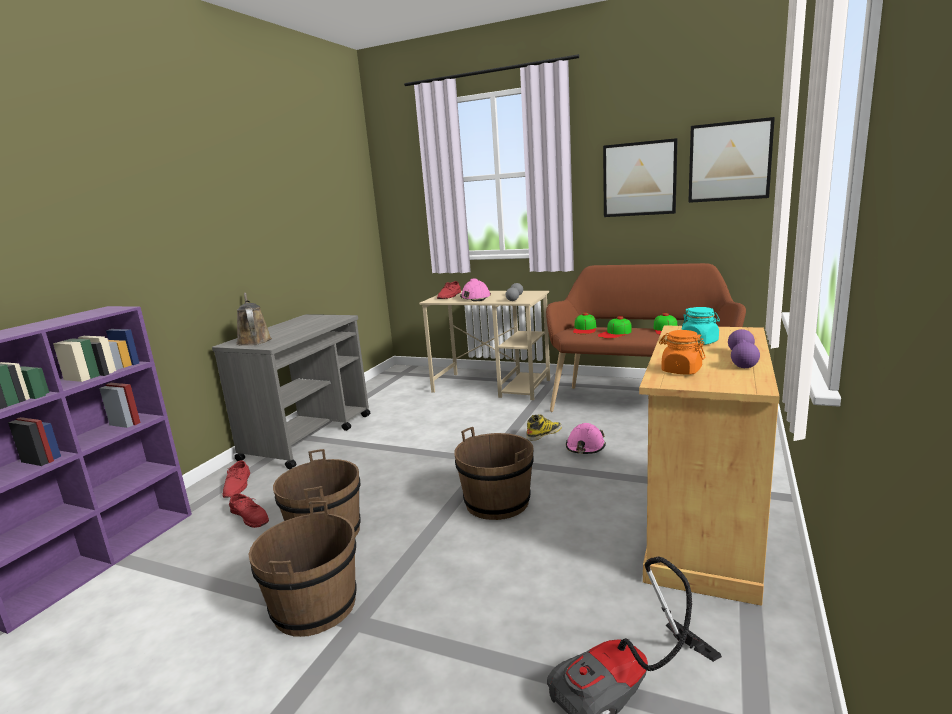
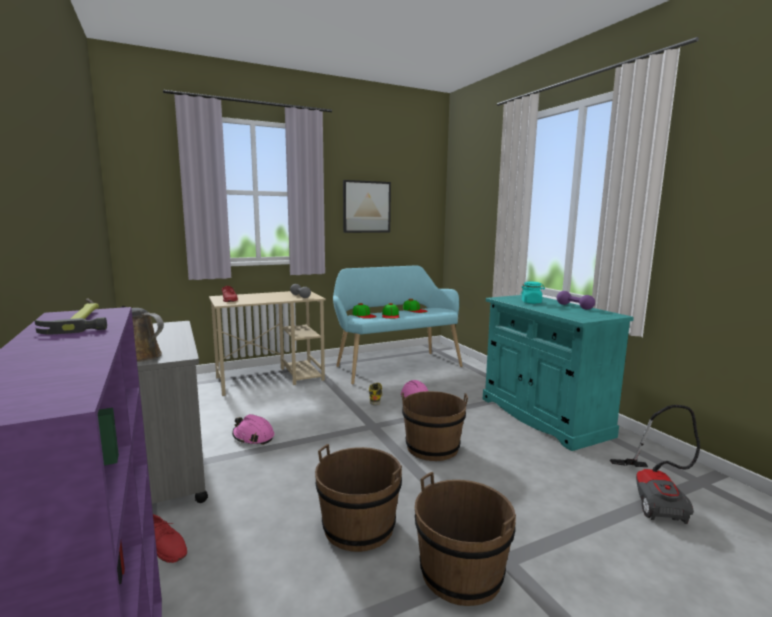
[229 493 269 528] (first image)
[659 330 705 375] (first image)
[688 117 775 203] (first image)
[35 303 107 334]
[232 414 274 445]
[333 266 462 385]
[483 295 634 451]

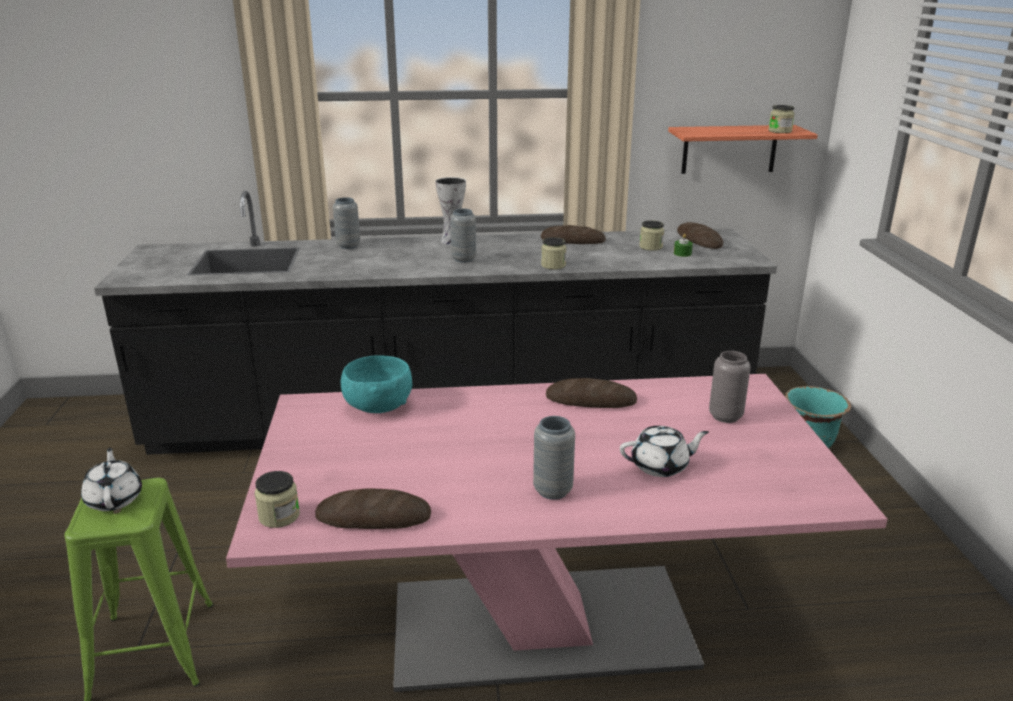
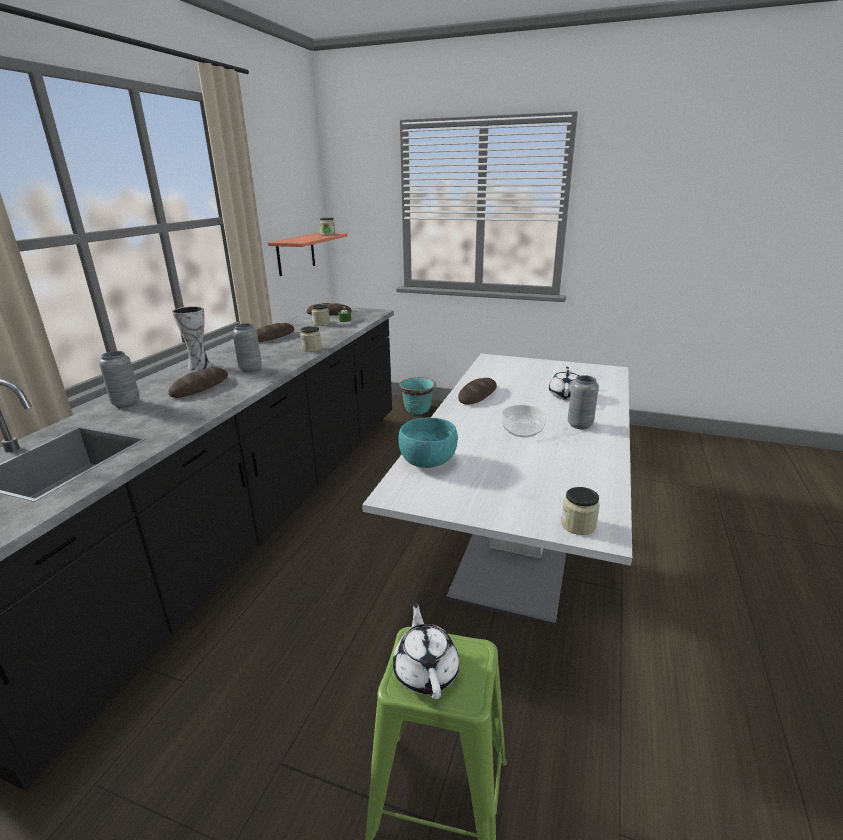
[709 351 751 423] (first image)
[502 405 546 437]
[169 367 228 398]
[362 354 632 626]
[393 601 459 699]

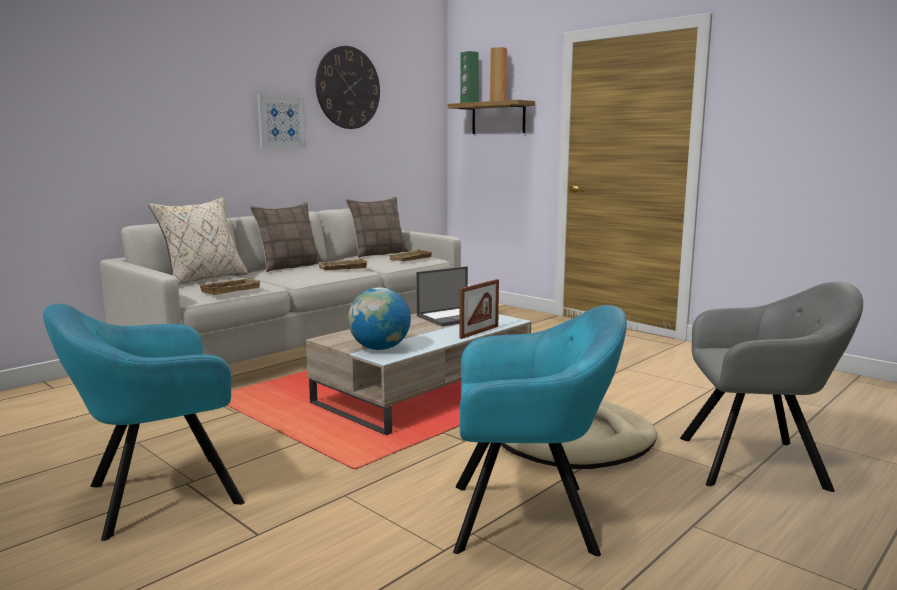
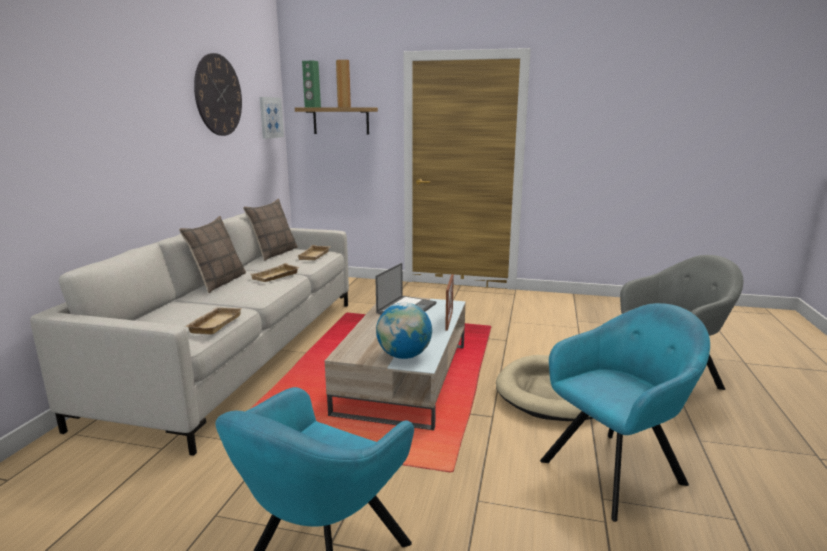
[148 197 248 286] (first image)
[259 97 284 139]

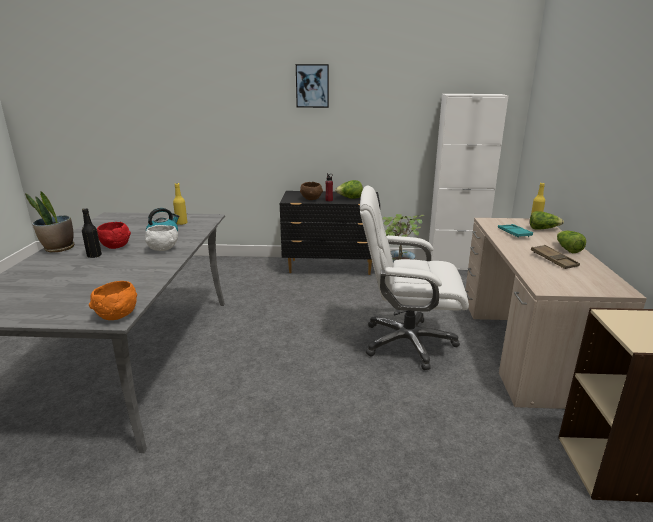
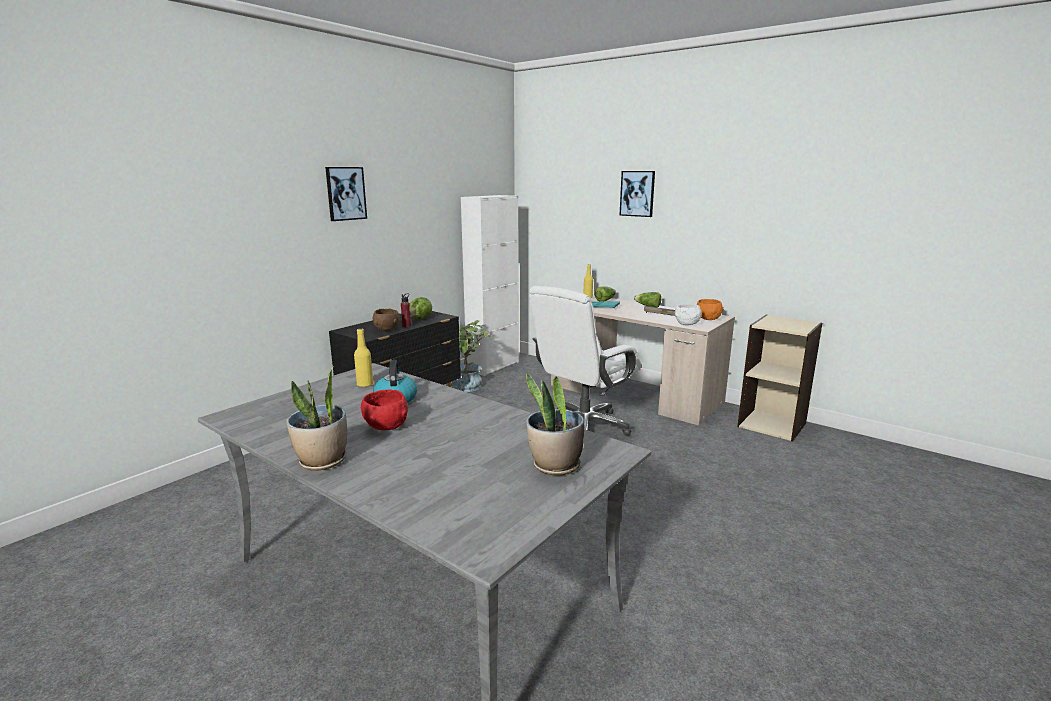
[82 208 102 258] (first image)
[526 373 584 476]
[619 171 655 217]
[697 299 724 320]
[675 304 702 325]

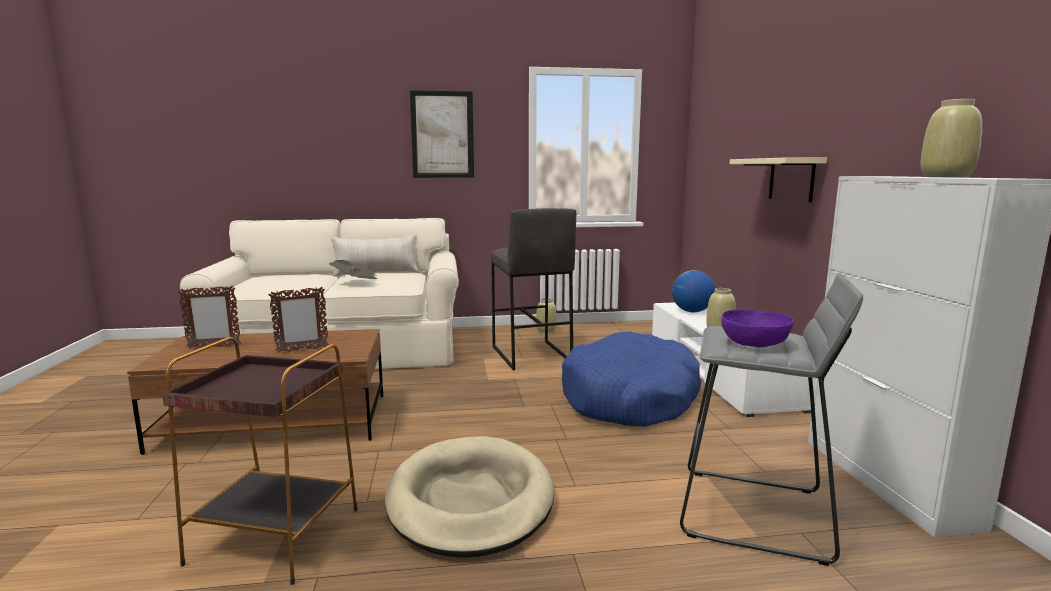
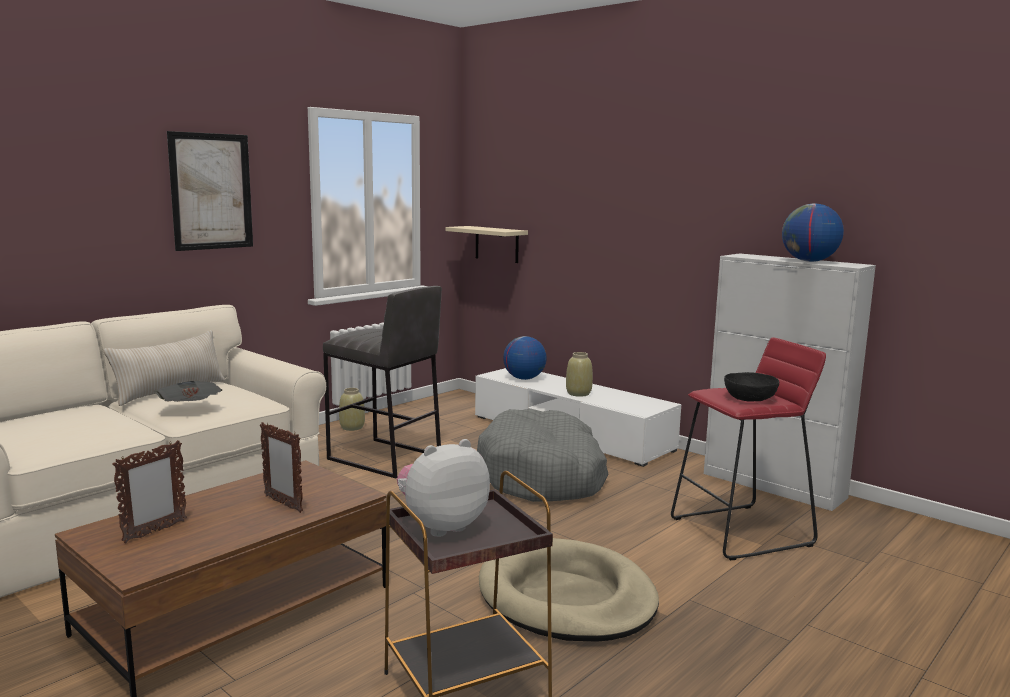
[397 439 490 537]
[445 226 528 263]
[782 203 844 262]
[477 409 608 502]
[671 337 826 560]
[724 372 779 402]
[260 422 303 513]

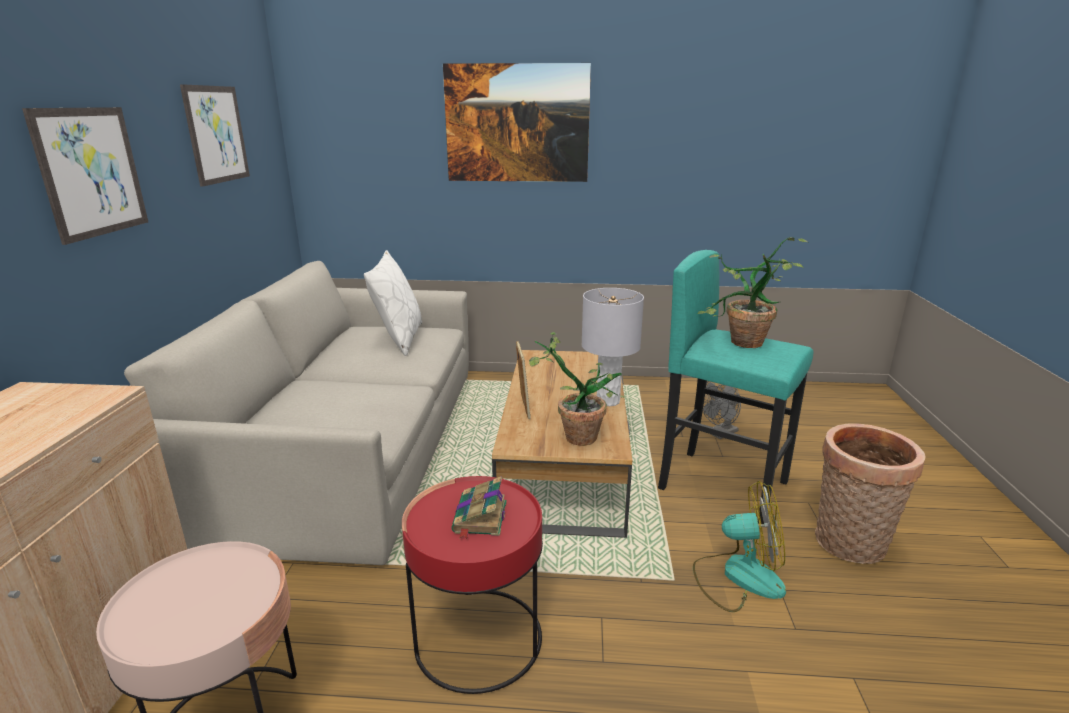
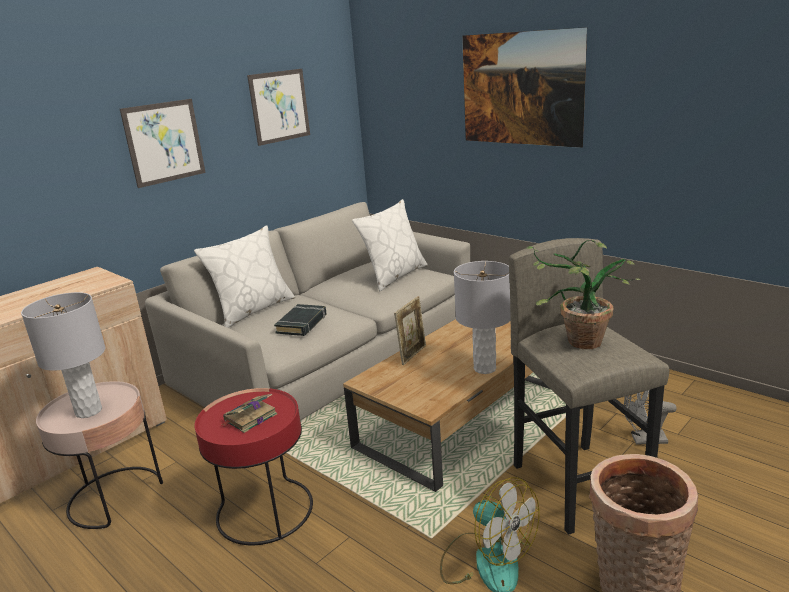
[529 332 626 446] (first image)
[21 292 105 418]
[194 225 295 328]
[274 304 326 336]
[509 238 669 535]

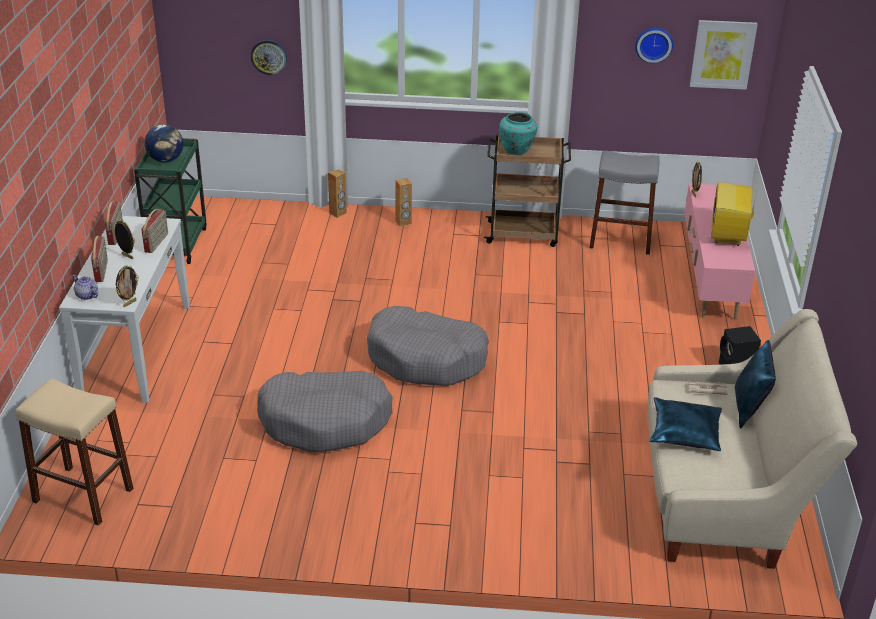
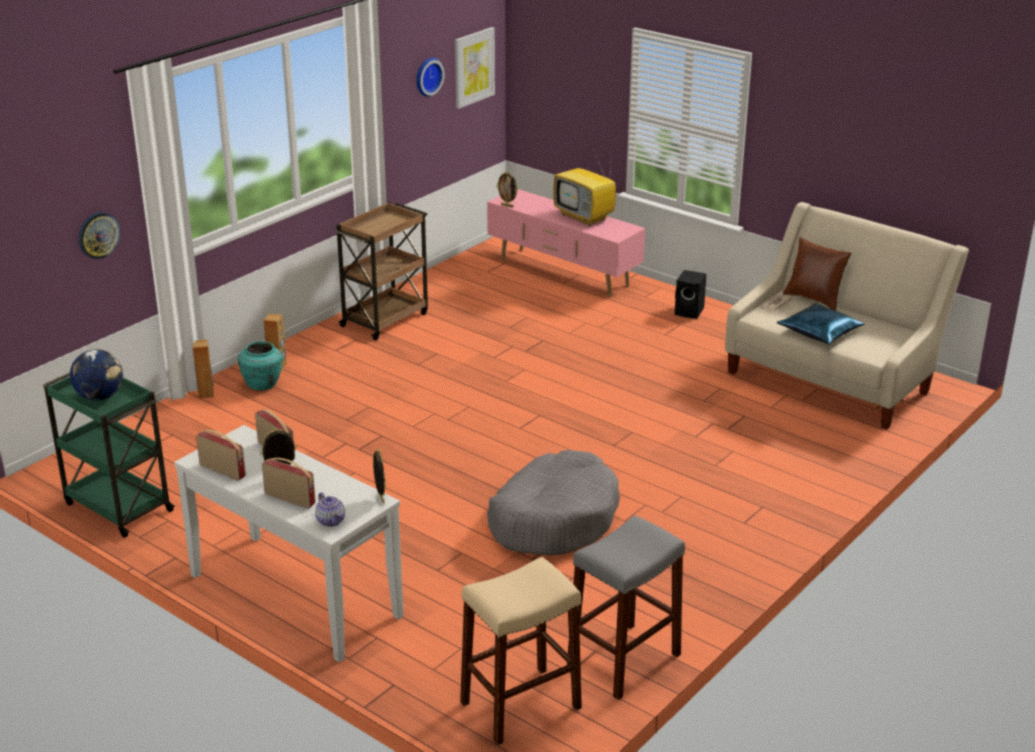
[367 306 489 386] (first image)
[238 341 282 391]
[567 515 685 700]
[783 237 851 311]
[315 493 345 527]

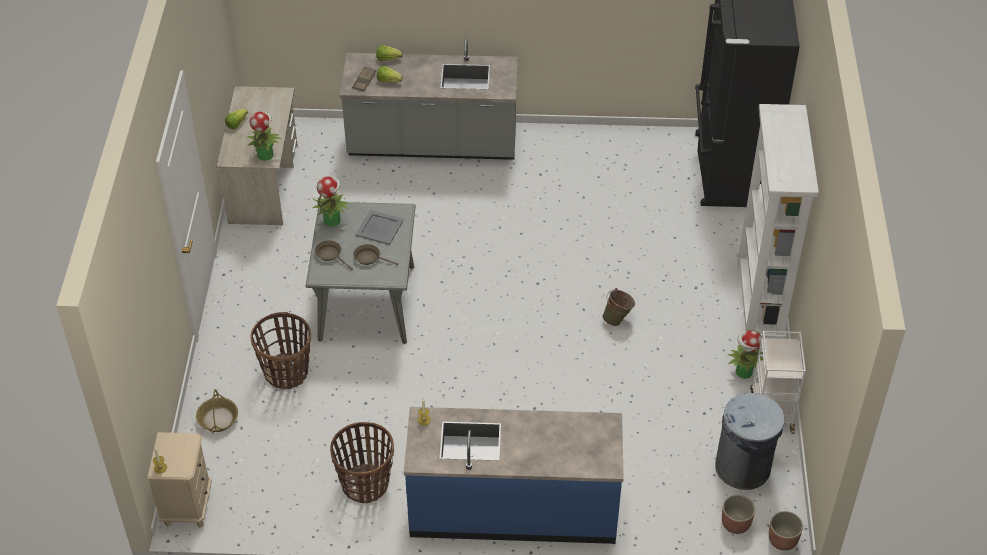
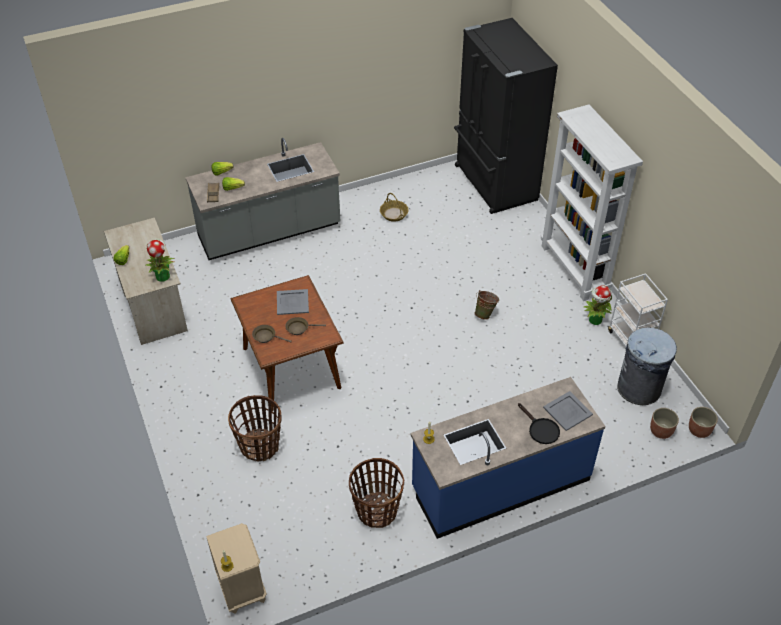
[313 176 350 227] (first image)
[518 403 560 444]
[543 391 593 431]
[380 193 409 222]
[231 275 343 412]

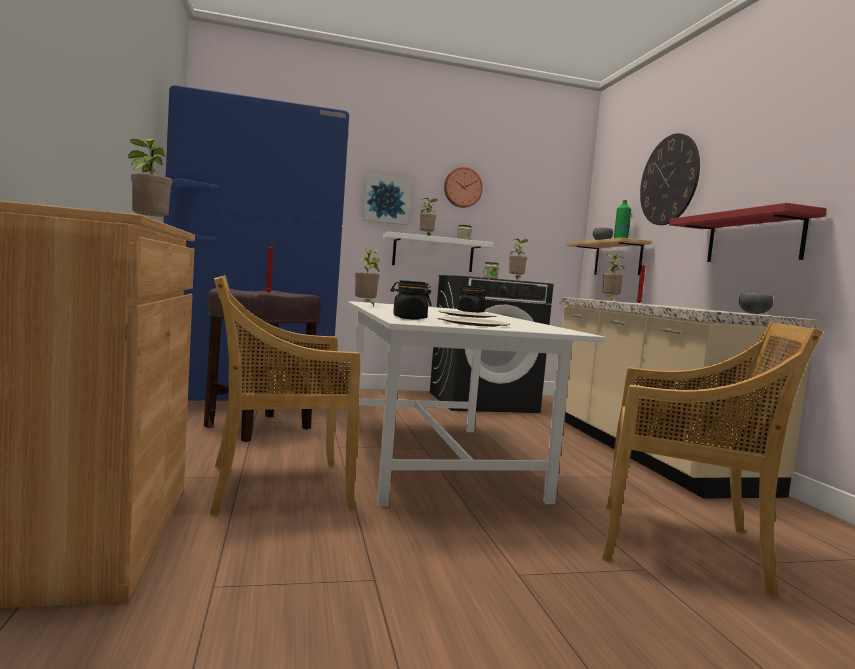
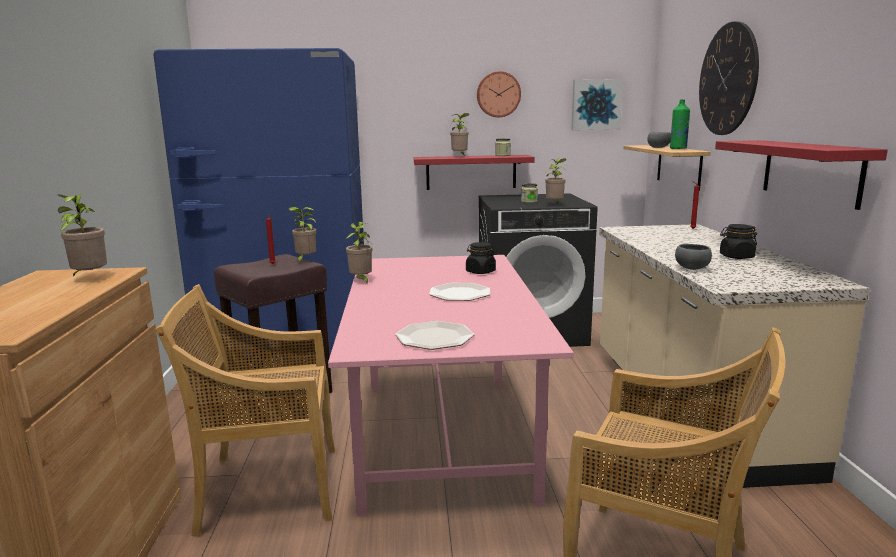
[571 79 623 130]
[720 224 757 259]
[288 207 316 263]
[675 244 712 270]
[328 255 574 516]
[414 155 535 190]

